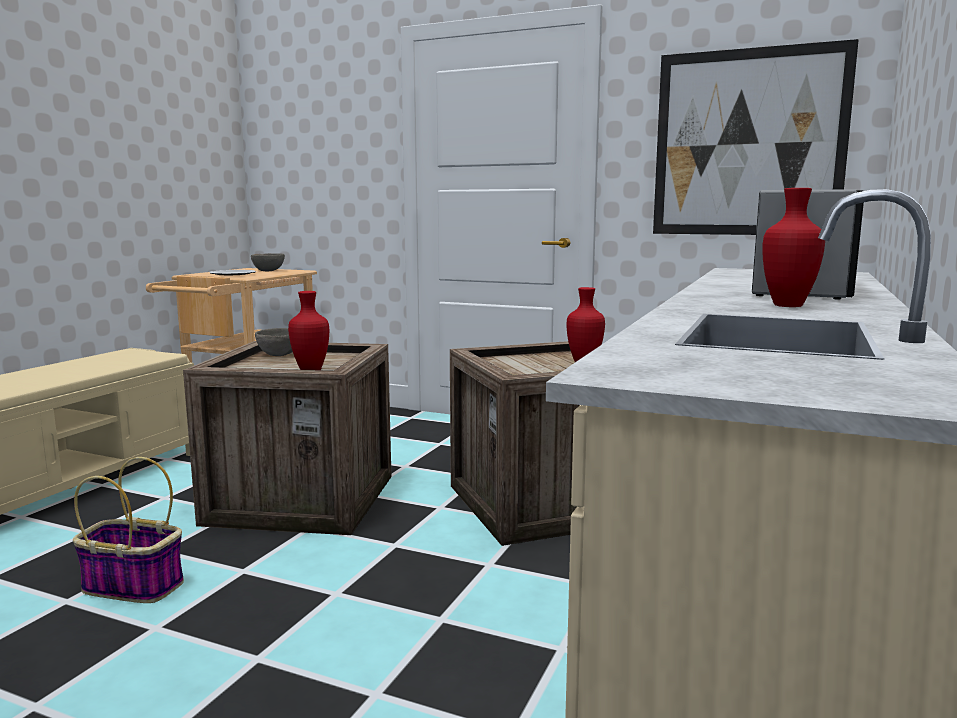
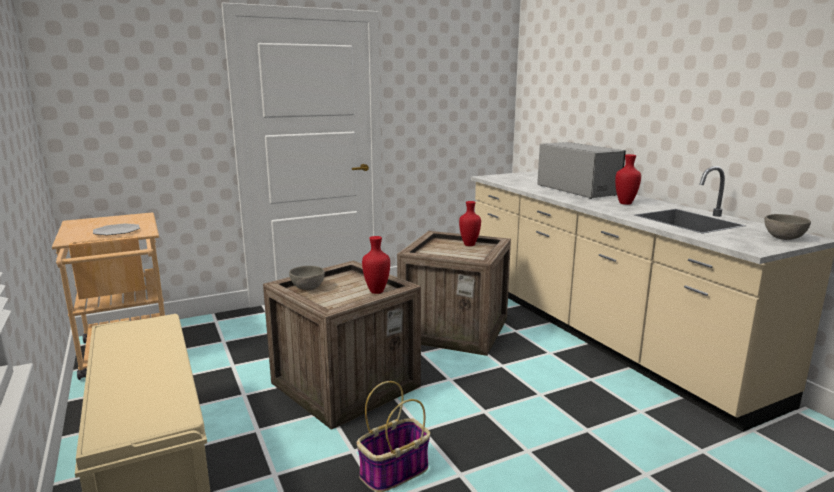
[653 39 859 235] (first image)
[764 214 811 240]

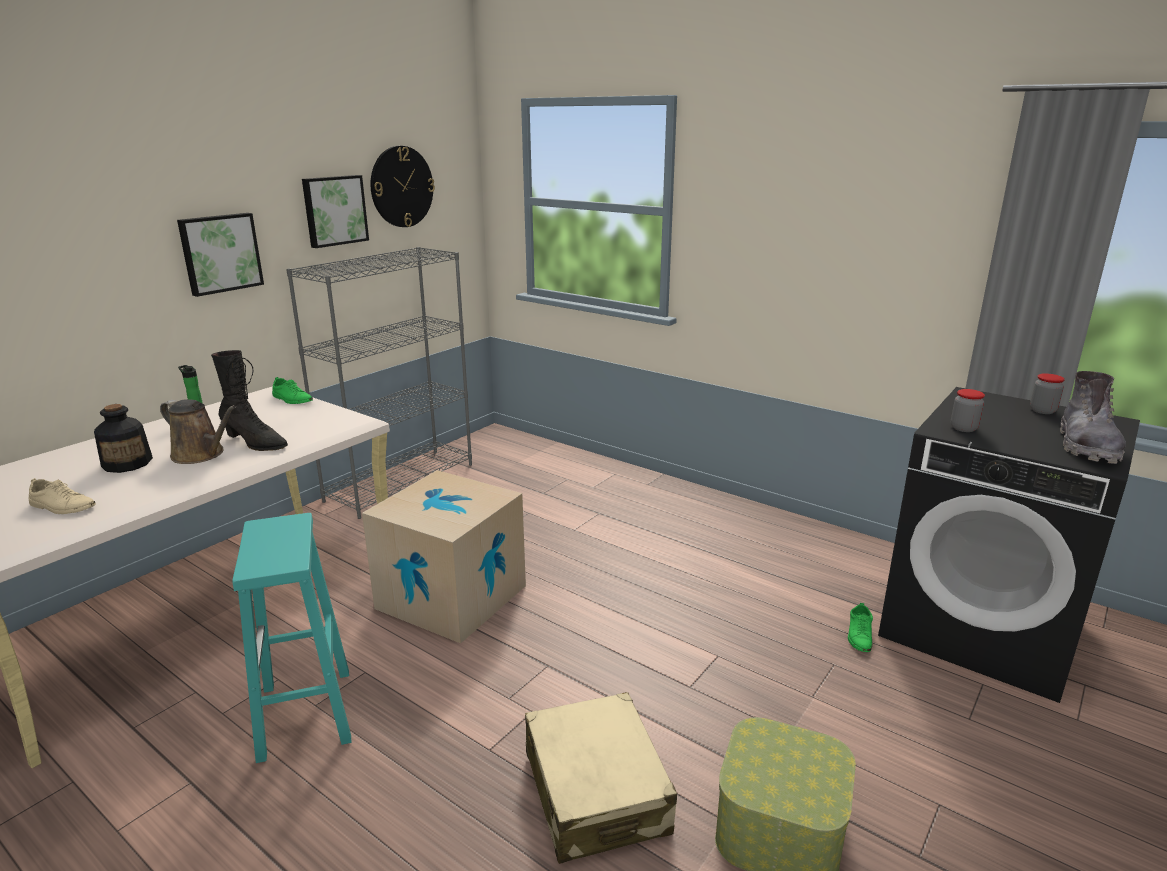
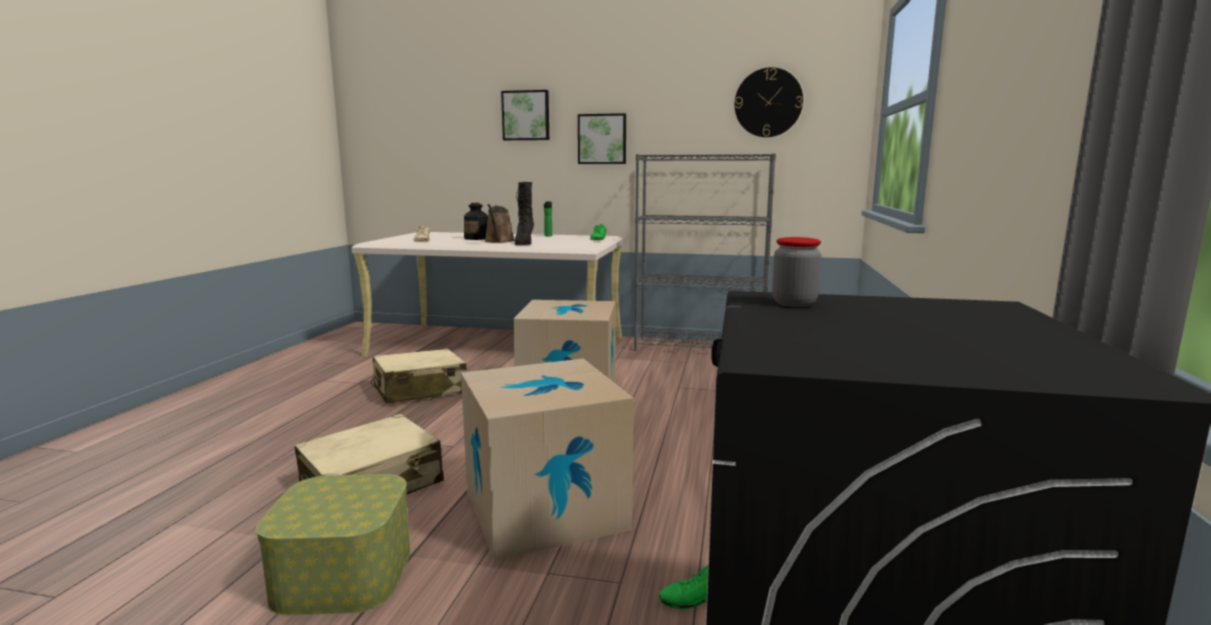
[1030 373 1065 414] (first image)
[1060 371 1126 464] (first image)
[461 359 634 561]
[501 90 549 140]
[371 348 467 404]

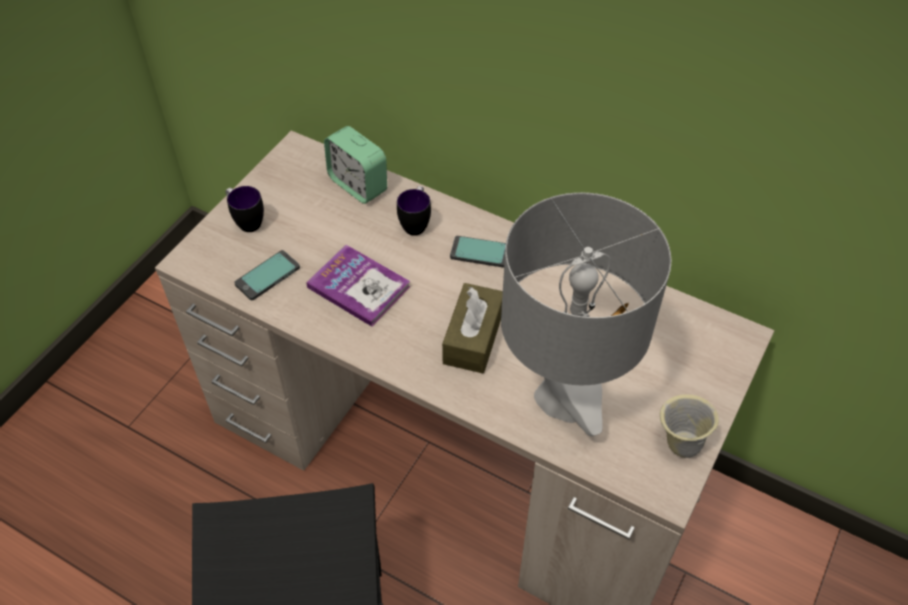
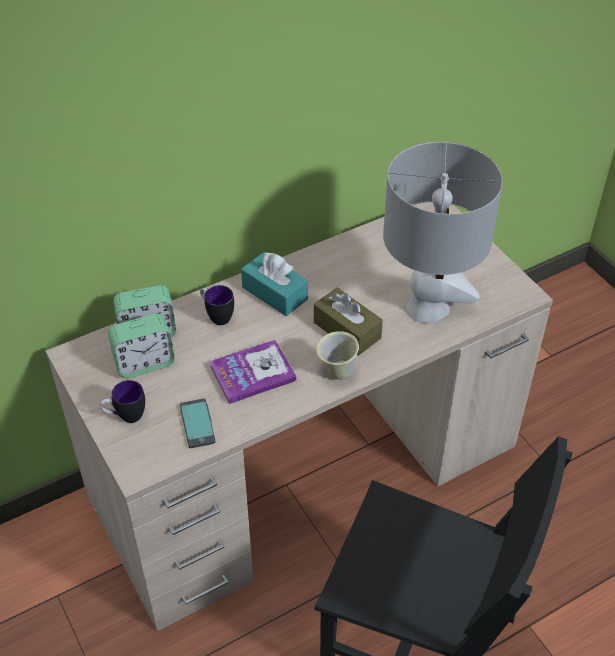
[108 313 175 378]
[316 331 359 380]
[241 252 308 316]

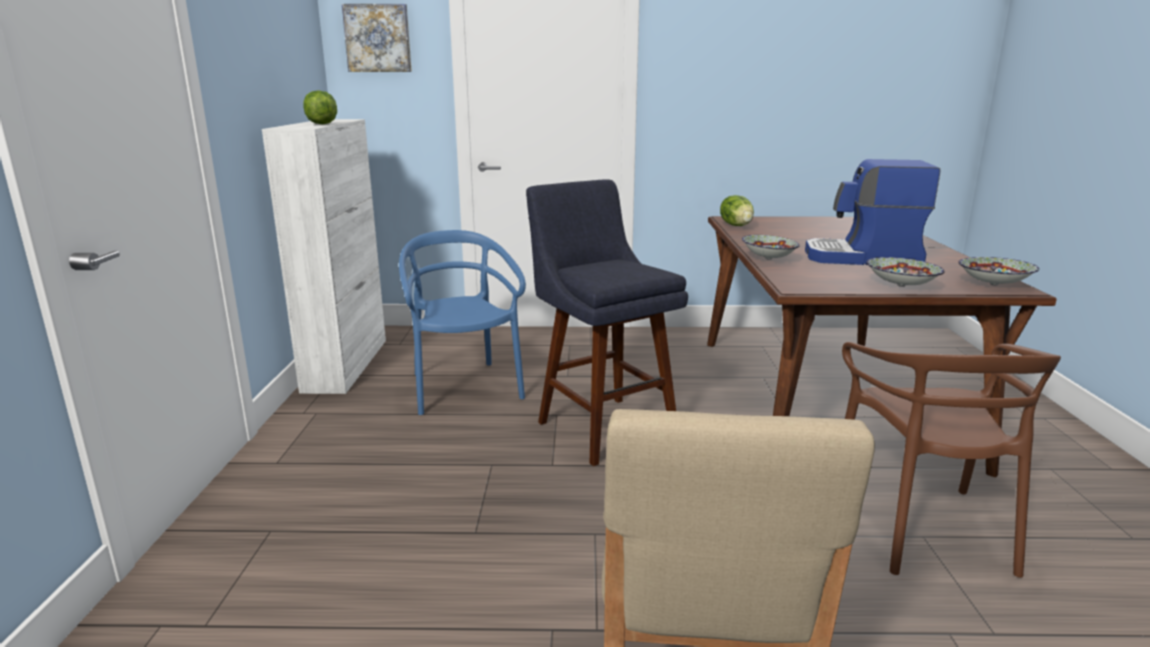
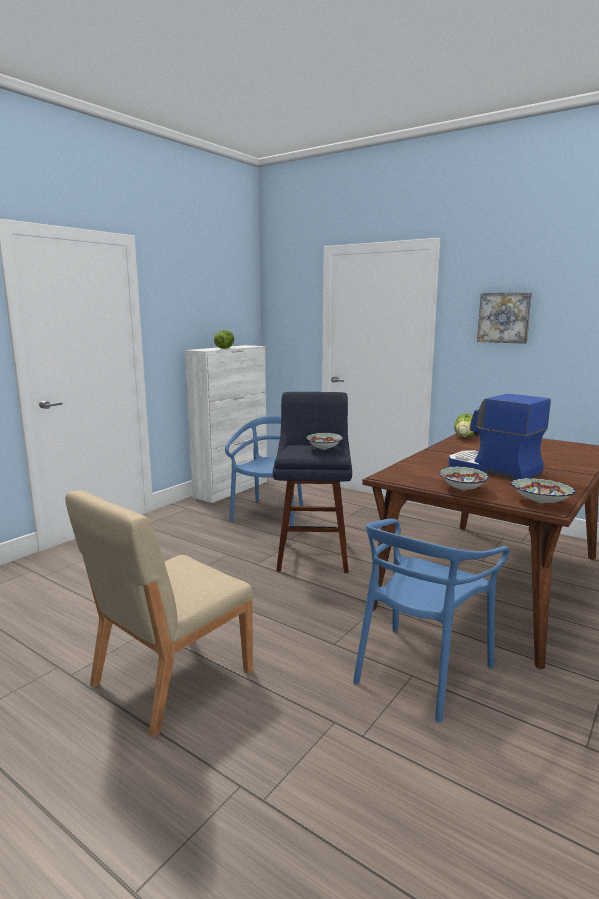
[477 292 532 344]
[306 433 343 450]
[353 519 510 722]

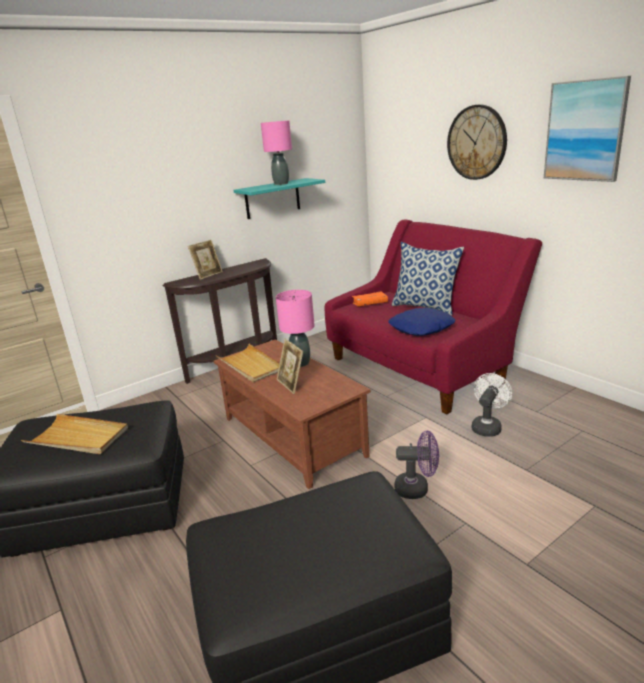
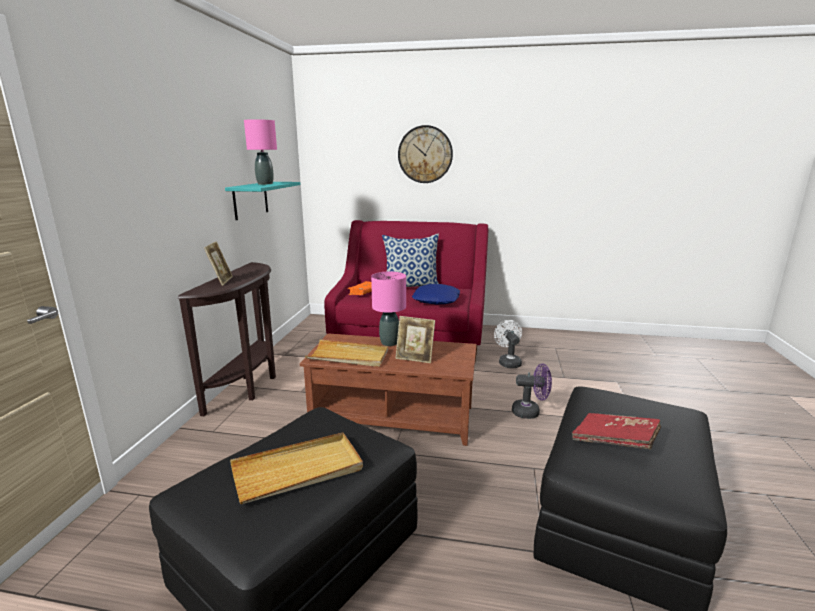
[544 76 631 182] (first image)
[572 413 661 449]
[512 363 552 419]

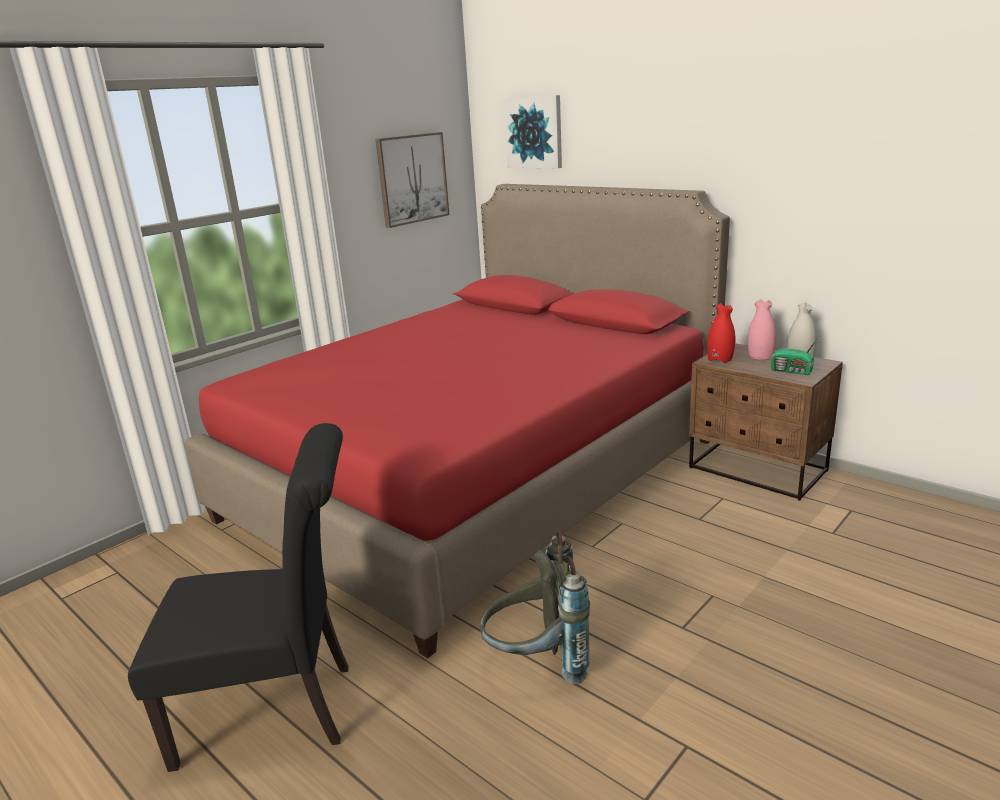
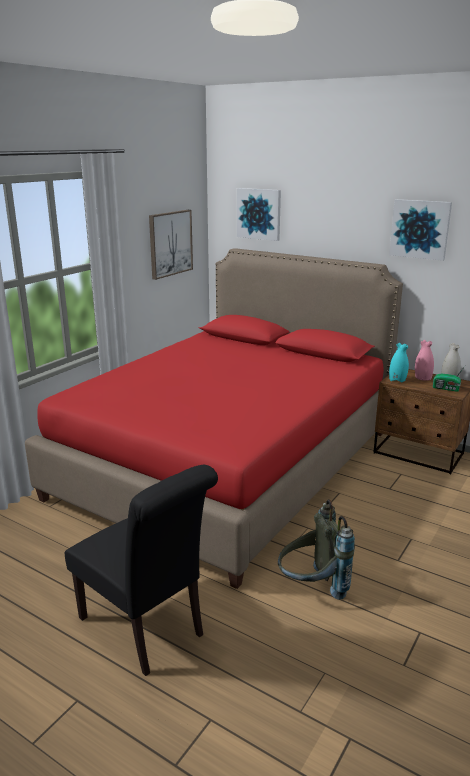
[389 199 452 261]
[389 343 409 383]
[65 465 218 676]

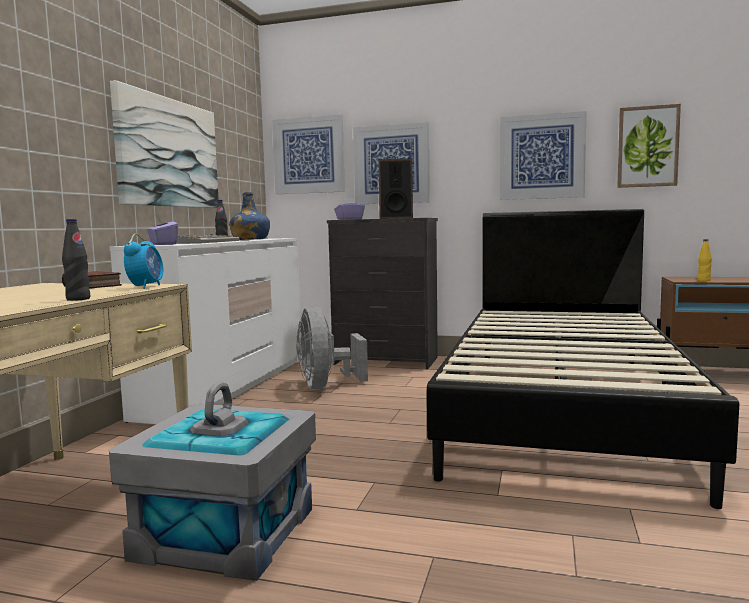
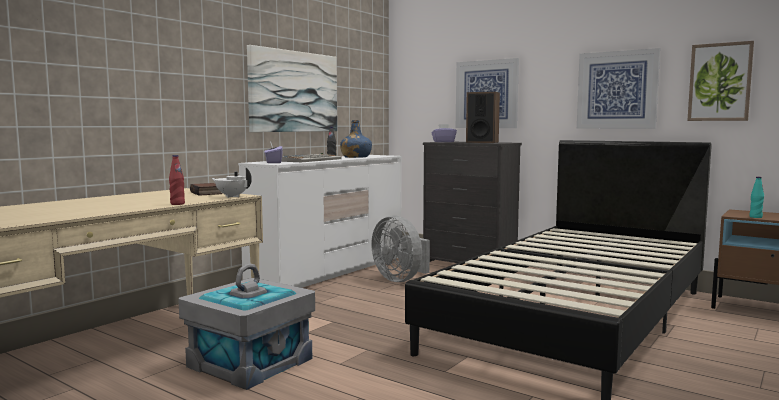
[272 115 345 194] (first image)
[211 168 252 198]
[169 155 185 205]
[749 177 764 218]
[371 215 430 282]

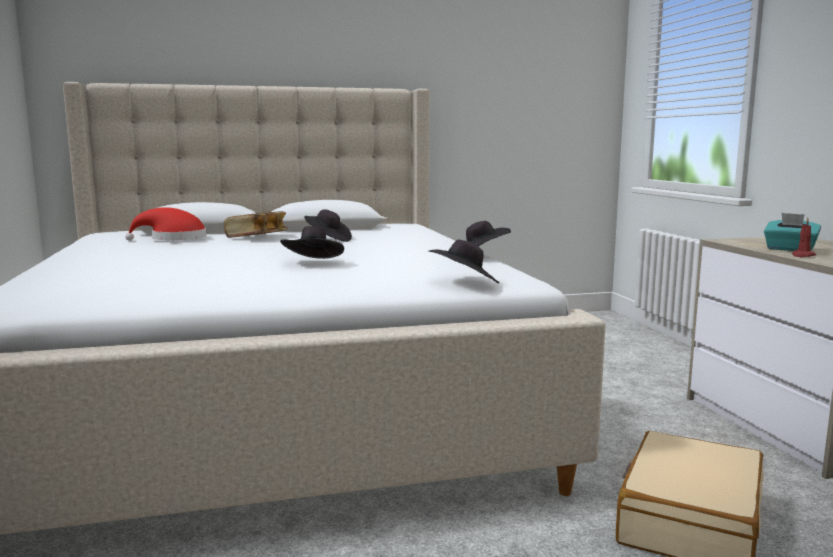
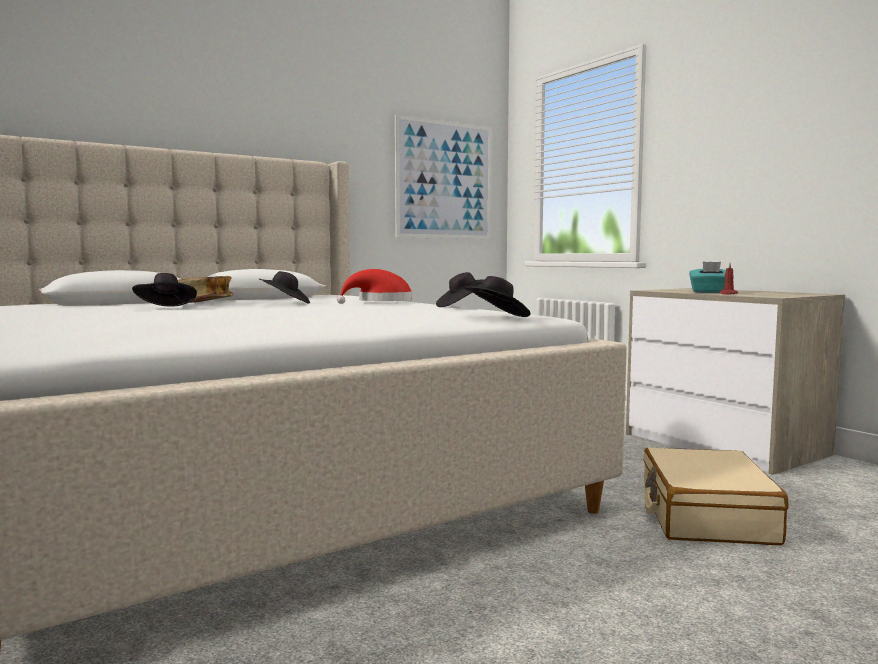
[395 114 492 239]
[337 269 413 304]
[132 273 197 306]

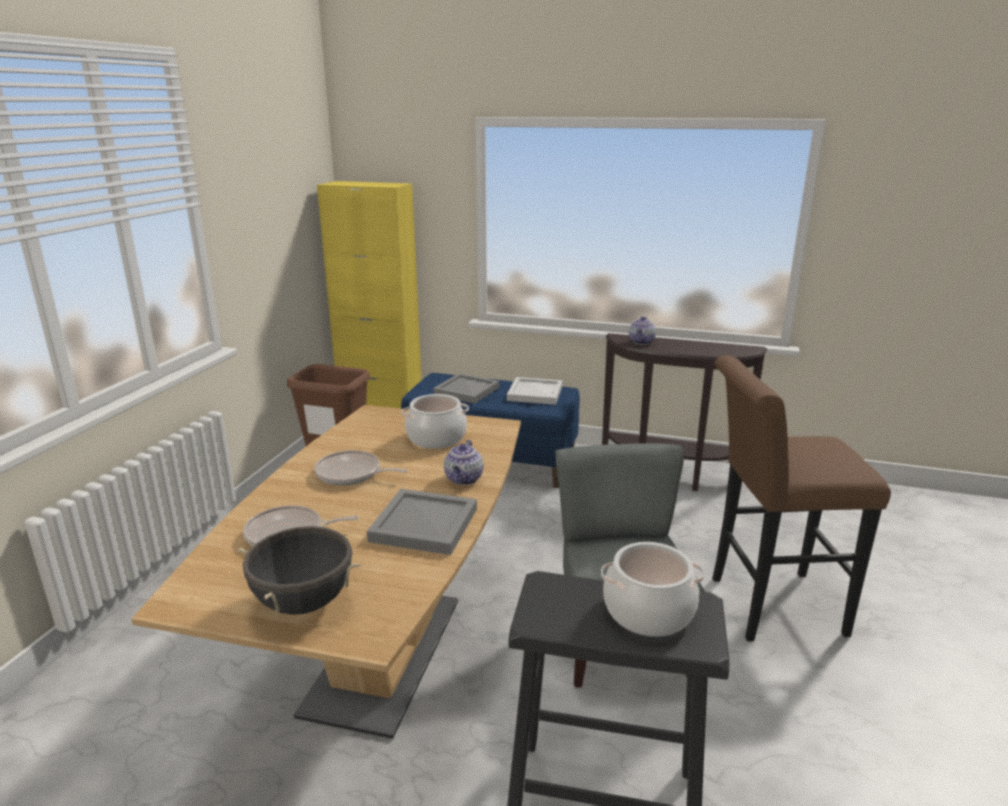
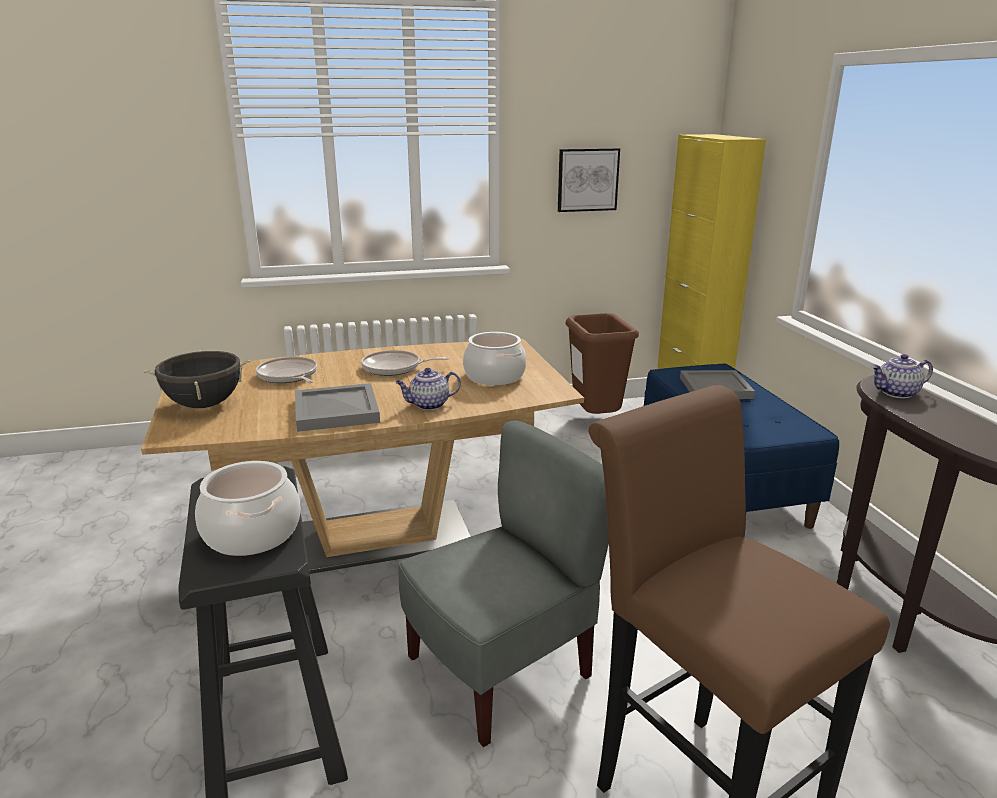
[507 377 563 405] (first image)
[558 148 620 212]
[361 350 449 376]

